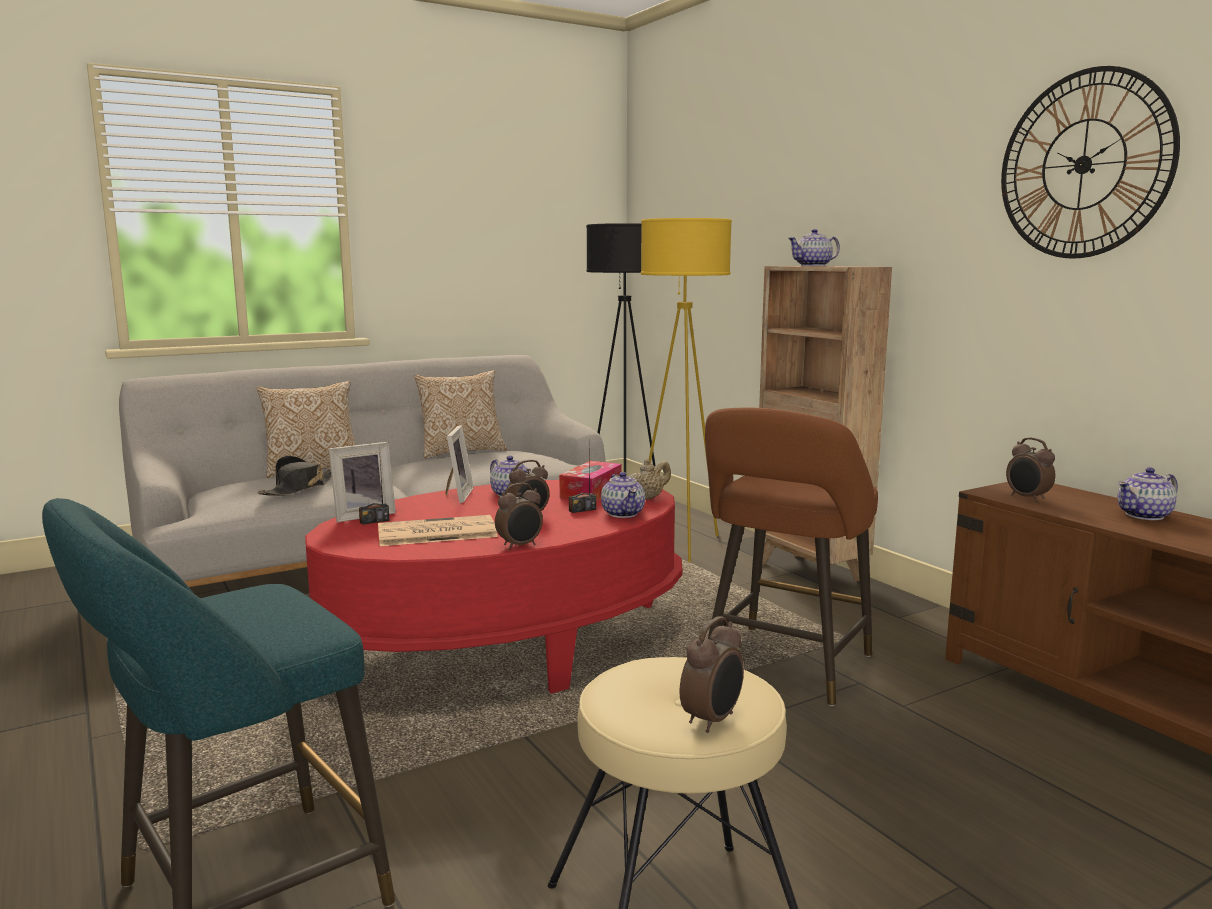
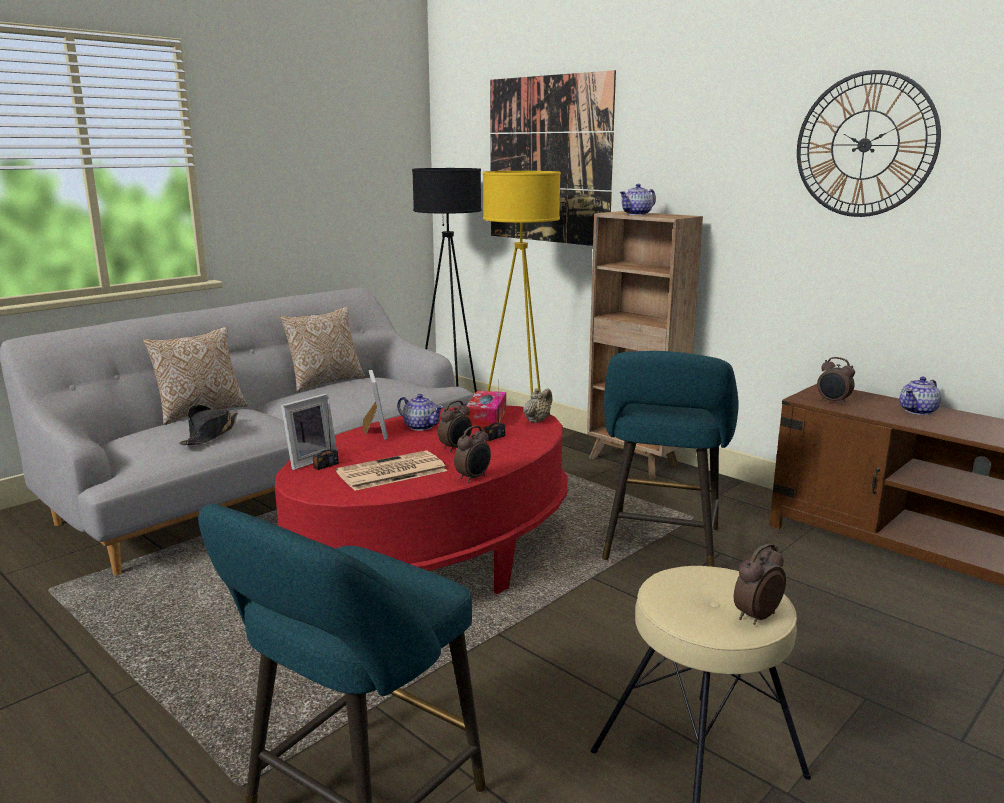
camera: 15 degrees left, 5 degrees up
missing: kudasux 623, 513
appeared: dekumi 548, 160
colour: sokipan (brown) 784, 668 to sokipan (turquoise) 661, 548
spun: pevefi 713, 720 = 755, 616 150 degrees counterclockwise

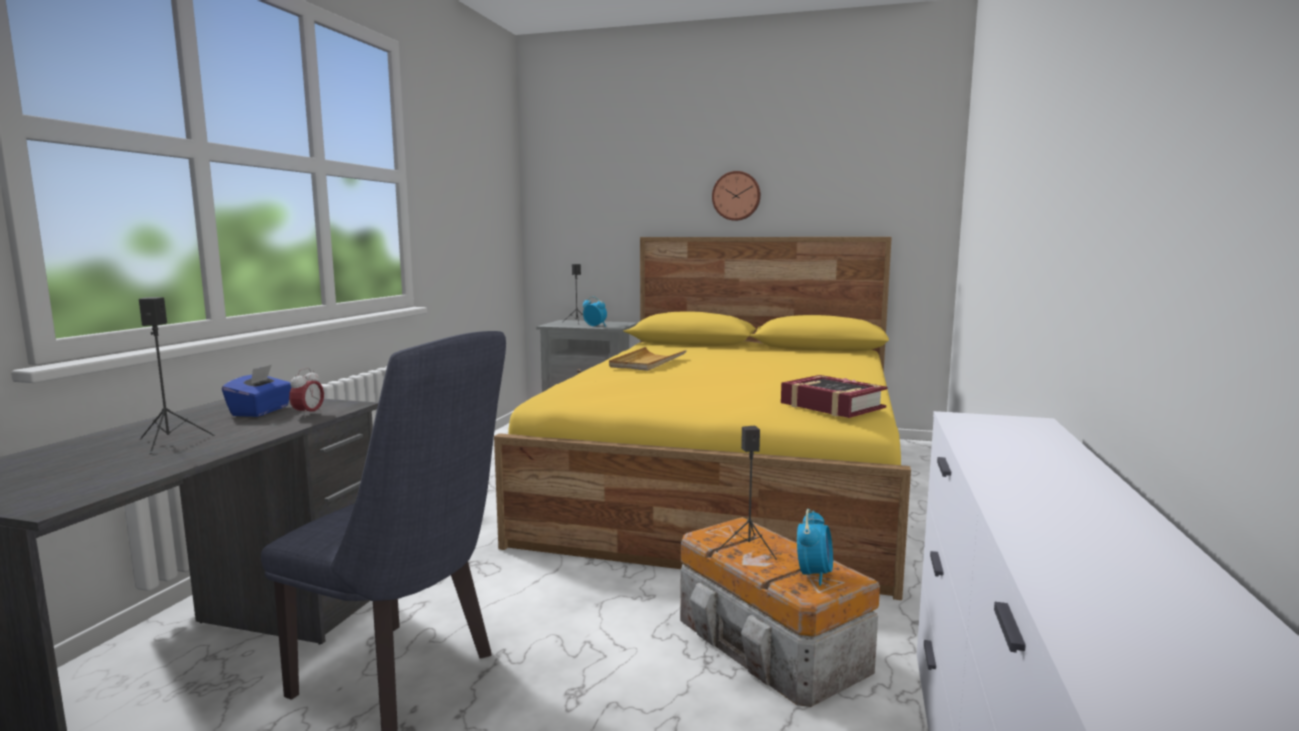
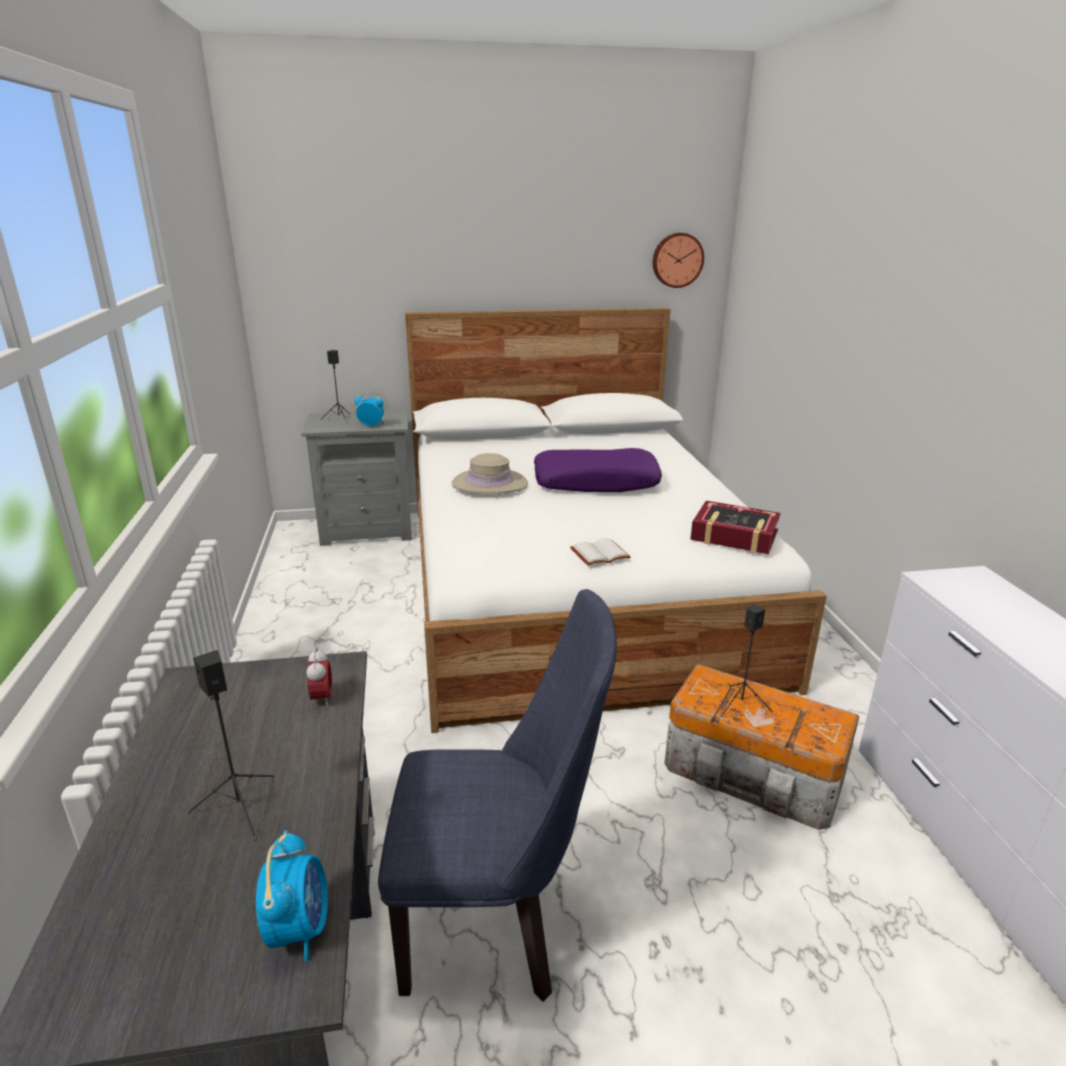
camera: 25 degrees left, 15 degrees up
missing: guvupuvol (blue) 261, 411
appeared: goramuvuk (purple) 596, 482; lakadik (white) 600, 553
relocated: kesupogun 736, 196 to 677, 260; pevefi 814, 574 to 299, 929
exchanged: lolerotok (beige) 647, 362 to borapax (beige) 489, 484
colour: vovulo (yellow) 731, 482 to vovulo (white) 572, 585

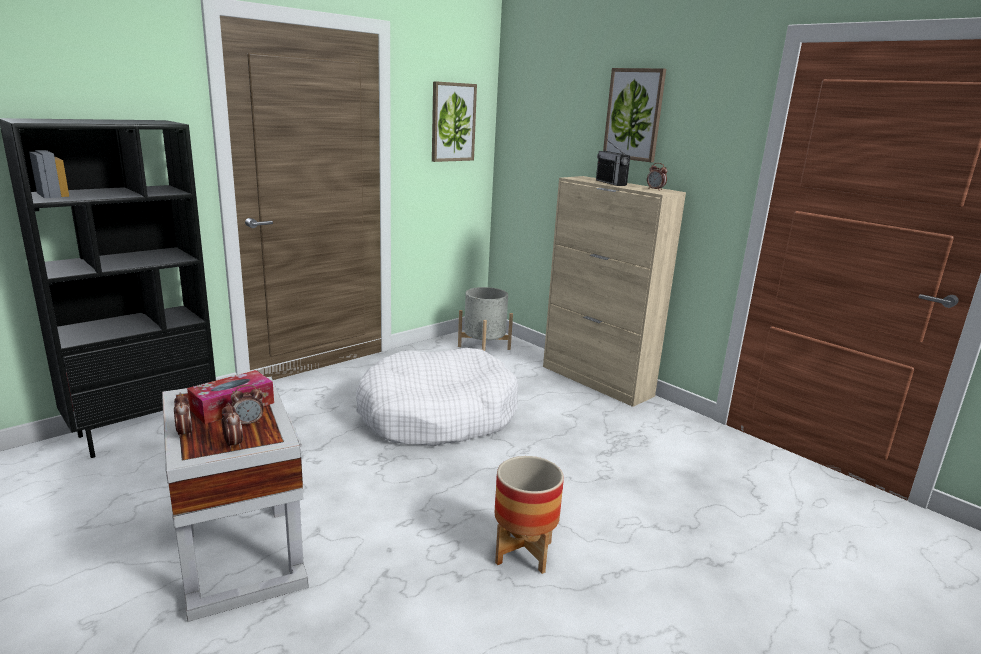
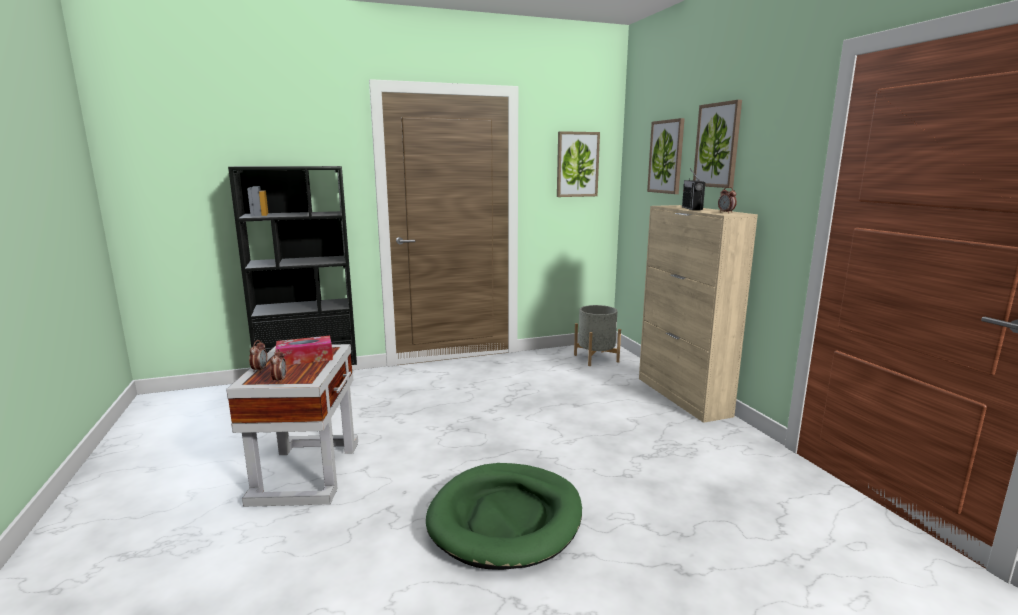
camera: 25 degrees right, 5 degrees down
missing: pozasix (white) 437, 415; pevefi 249, 423
appeared: dekumi 666, 157
exchanged: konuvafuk 523, 552 to pozasix (green) 506, 518

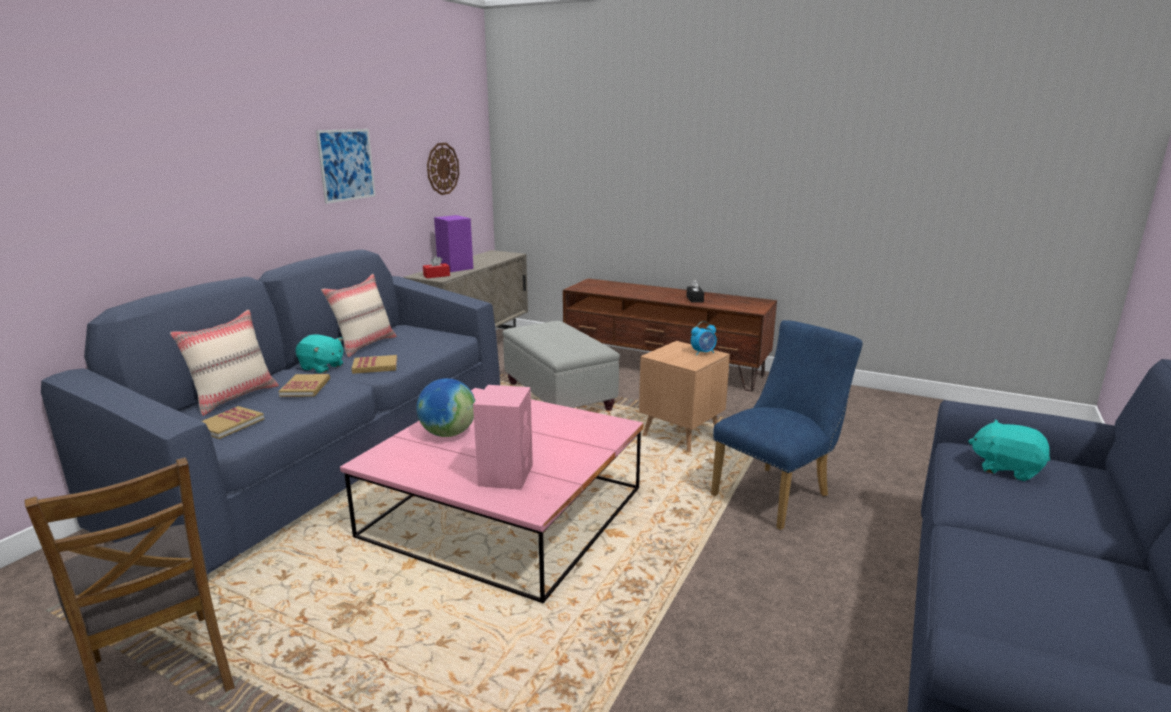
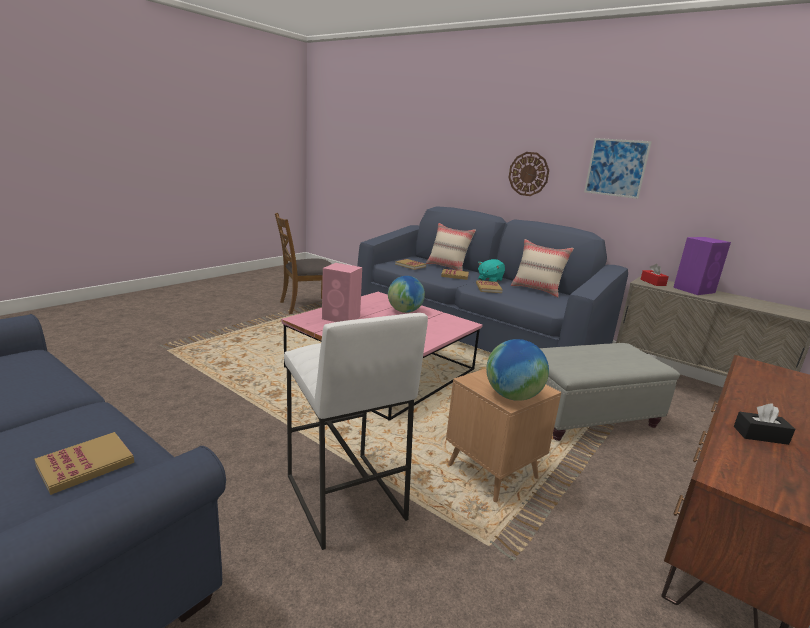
camera: 100 degrees right, 0 degrees up
relocated: kesupogun 442, 168 to 528, 174
exchanged: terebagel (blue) 777, 494 to sokipan (white) 343, 497; pevefi 703, 353 to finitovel 513, 396; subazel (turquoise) 1006, 468 to lakadik 86, 465

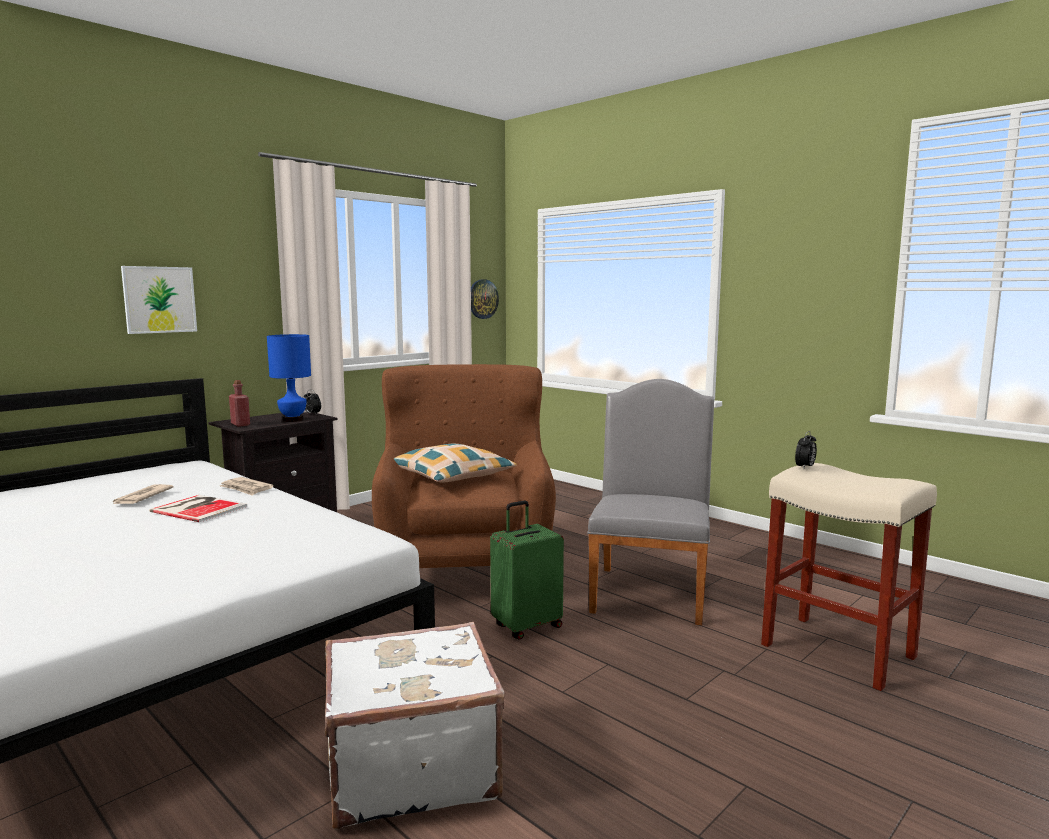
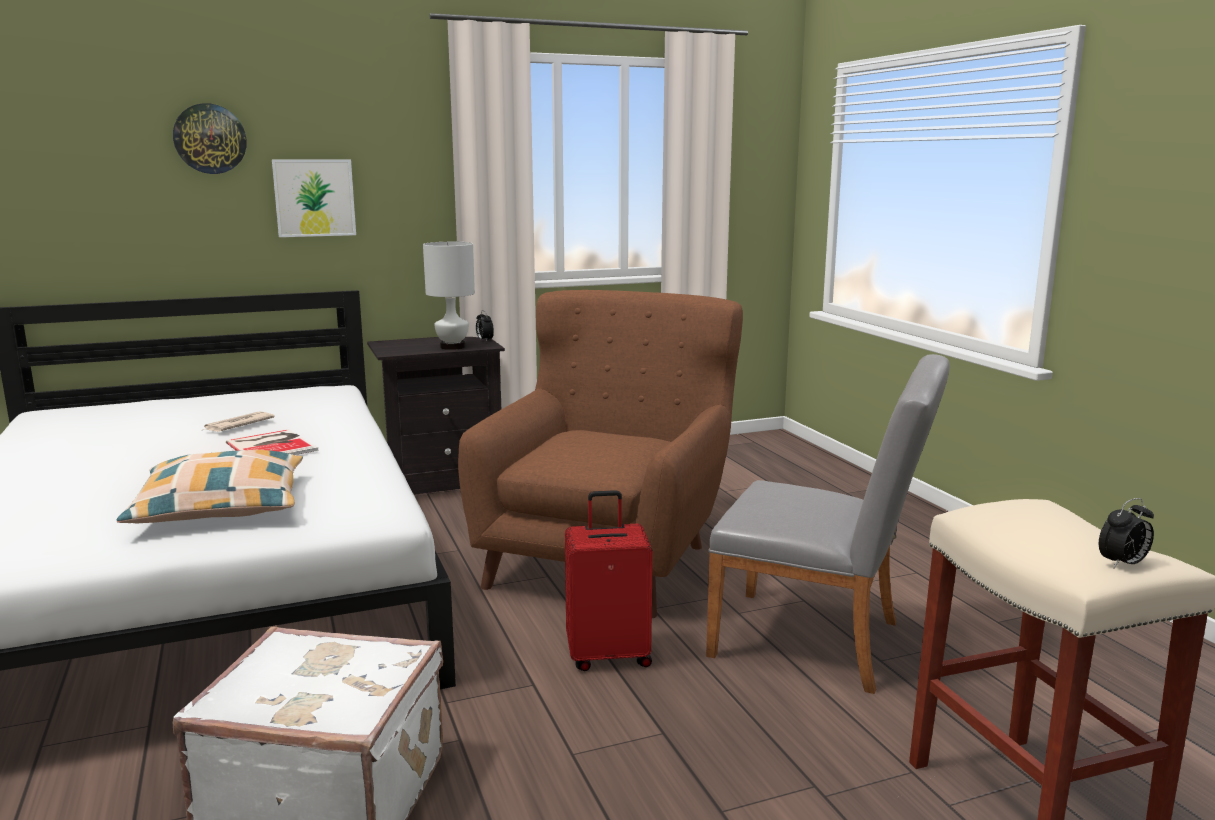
camera: 25 degrees right, 5 degrees up
missing: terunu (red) 240, 424; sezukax 246, 488
relocated: kesupogun 482, 299 to 210, 139; pevefi 805, 467 to 1122, 564; goramuvuk 451, 476 to 221, 506
colour: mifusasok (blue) 293, 420 to mifusasok (white) 453, 347; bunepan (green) 526, 626 to bunepan (red) 608, 655
spun: terebagel (grey) 650, 590 = 819, 642 75 degrees clockwise

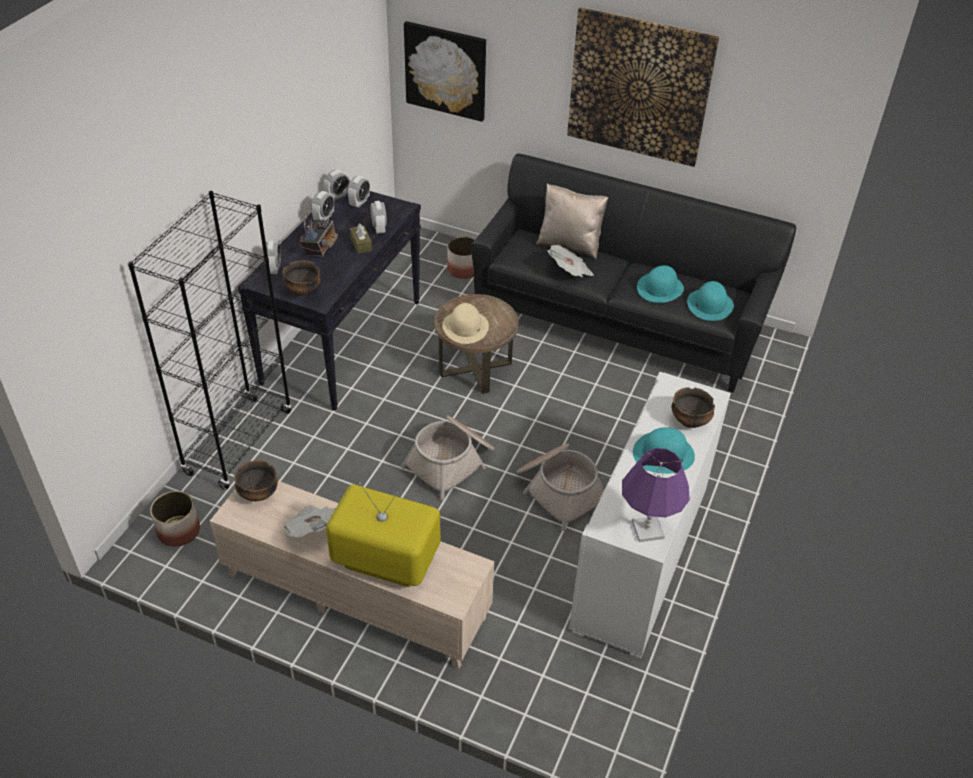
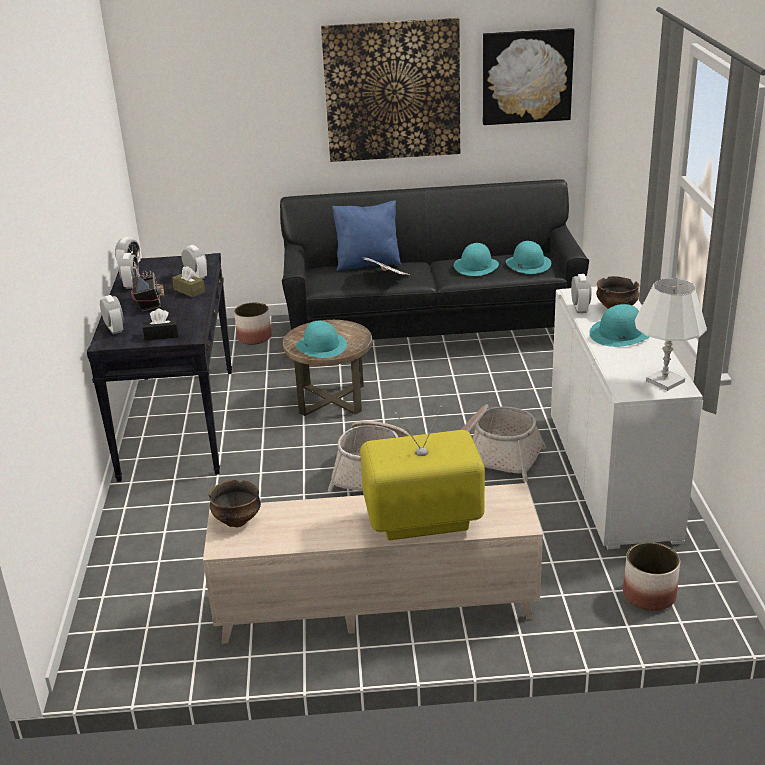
camera: 25 degrees left, 15 degrees down
missing: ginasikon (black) 239, 442; sezukax 311, 529
relocated: dekumi 446, 70 to 526, 76; pevefi 359, 203 to 580, 309; konuvafuk 178, 531 to 649, 595
exchanged: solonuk 302, 290 to guvupuvol (black) 162, 335
colour: goramuvuk (beige) 569, 245 to goramuvuk (blue) 367, 263; borapax (beige) 465, 327 to borapax (turquoise) 321, 346; mifusasok (purple) 647, 529 to mifusasok (white) 664, 381

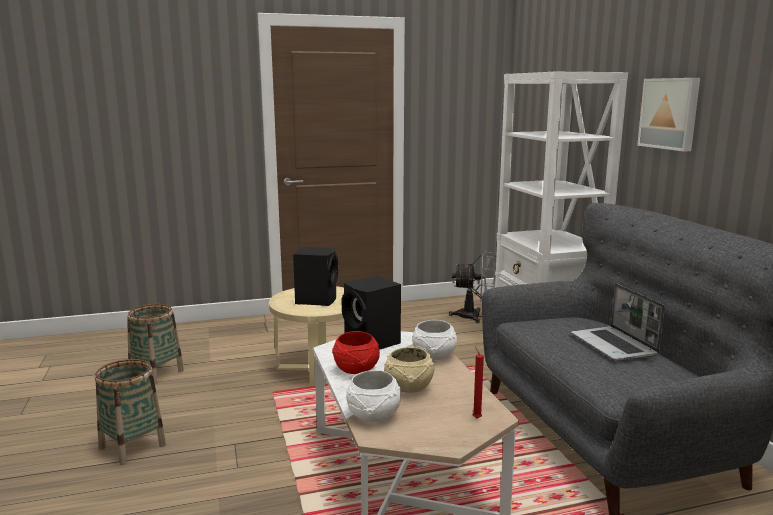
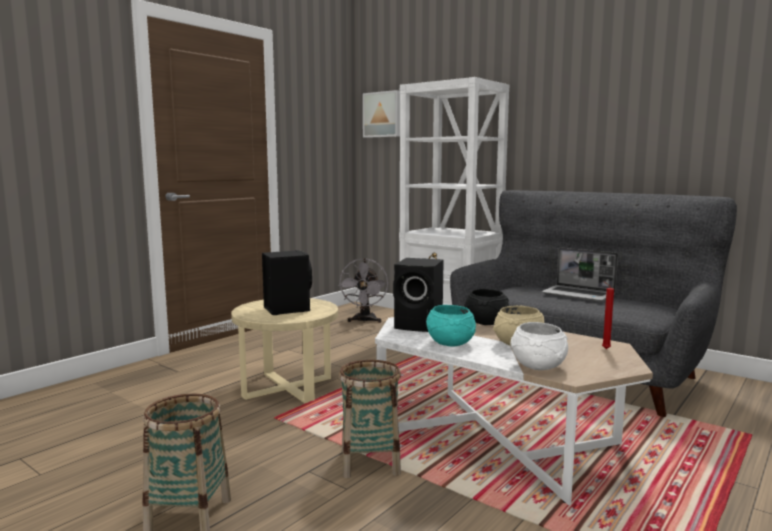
camera: 35 degrees left, 5 degrees down
relocated: dekumi 670, 113 to 382, 114; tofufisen 156, 373 to 370, 462
colour: solonuk (white) 434, 356 to solonuk (black) 486, 322; solonuk (red) 356, 369 to solonuk (turquoise) 450, 343
spun: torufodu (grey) 475, 316 = 364, 321 120 degrees clockwise

